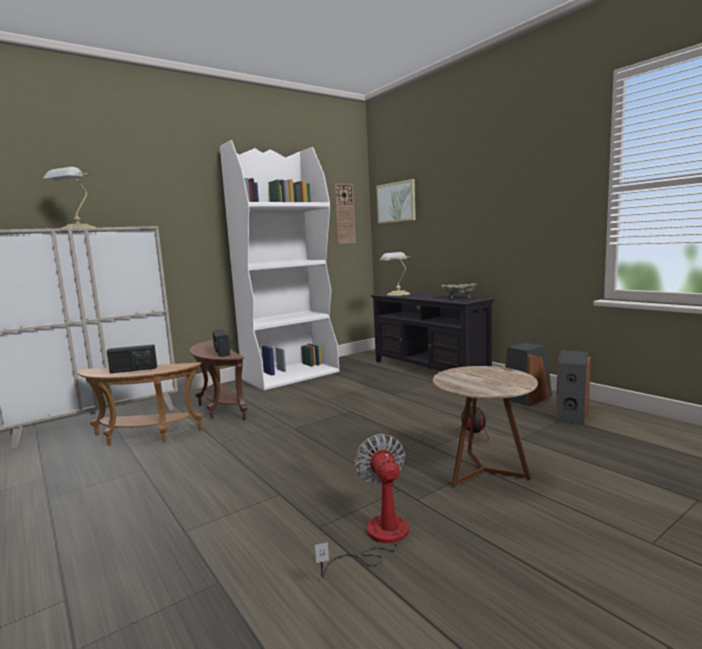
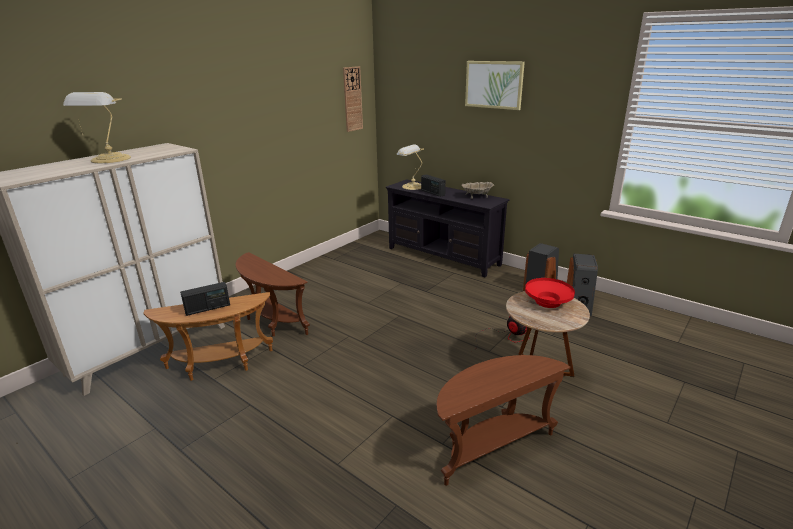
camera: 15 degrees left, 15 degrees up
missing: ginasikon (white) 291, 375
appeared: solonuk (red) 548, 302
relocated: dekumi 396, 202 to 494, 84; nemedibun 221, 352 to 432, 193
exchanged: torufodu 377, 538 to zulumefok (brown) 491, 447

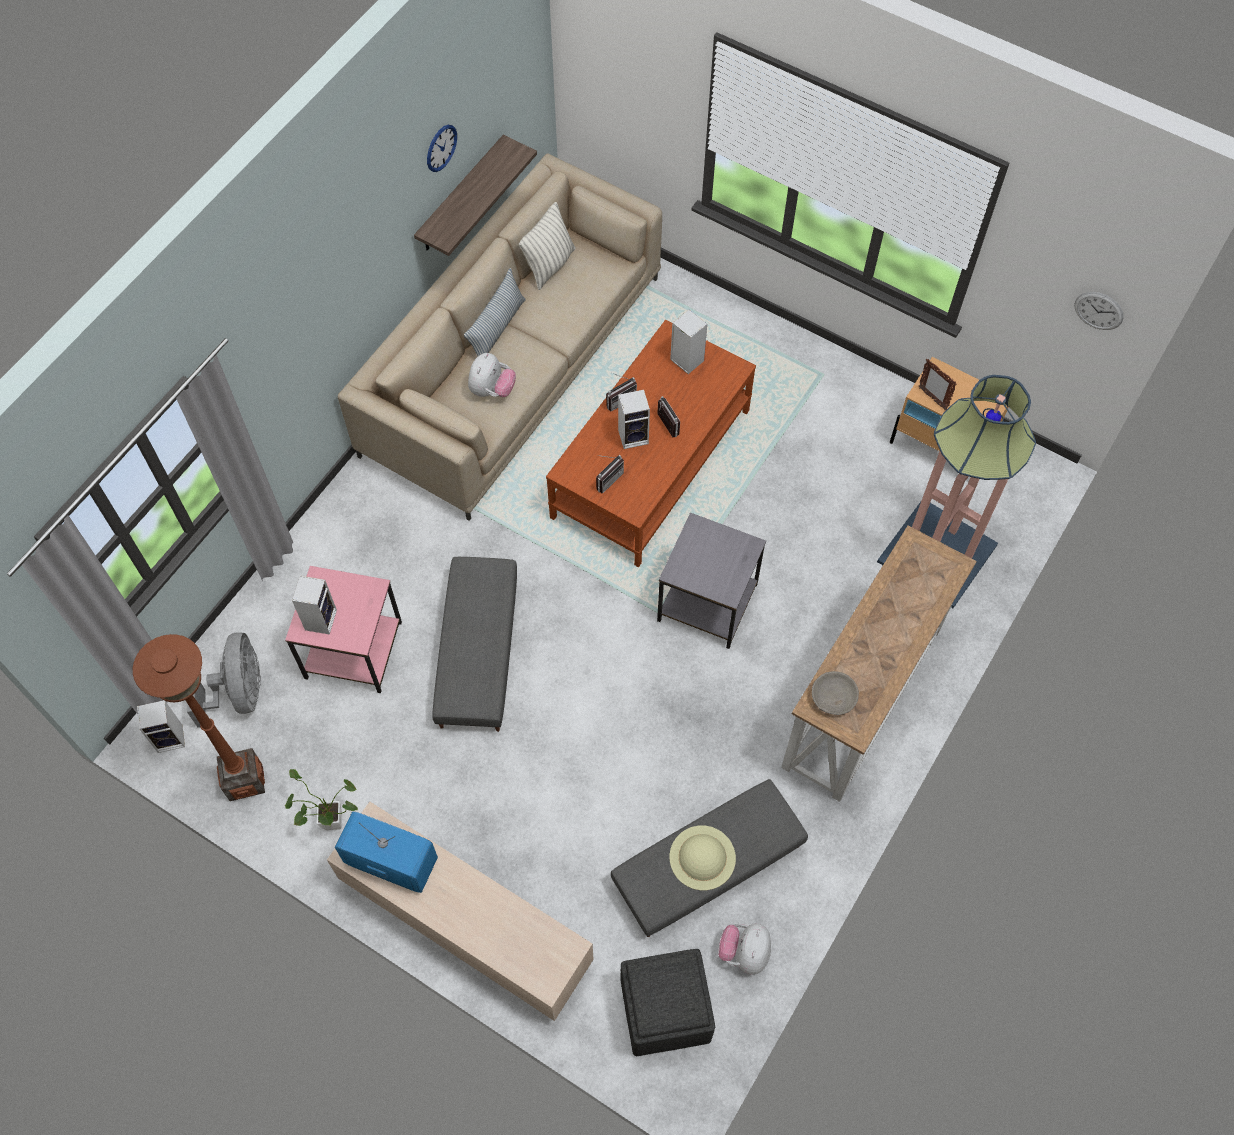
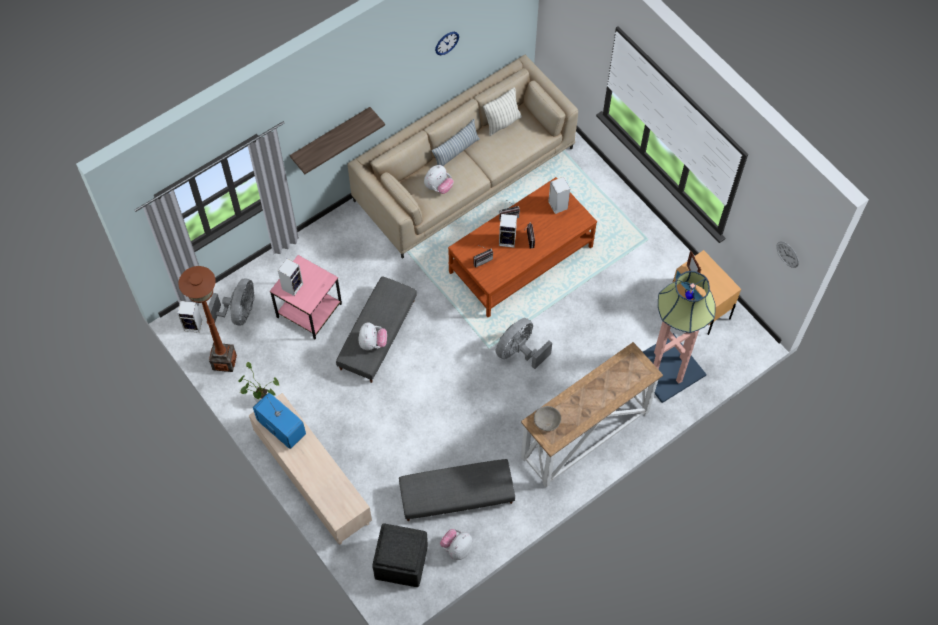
camera: 20 degrees right, 0 degrees up
missing: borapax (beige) 702, 857
appeared: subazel 372, 343
relocated: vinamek 461, 196 to 331, 137
exchanged: zulumefok (grey) 708, 603 to torufodu (grey) 519, 352

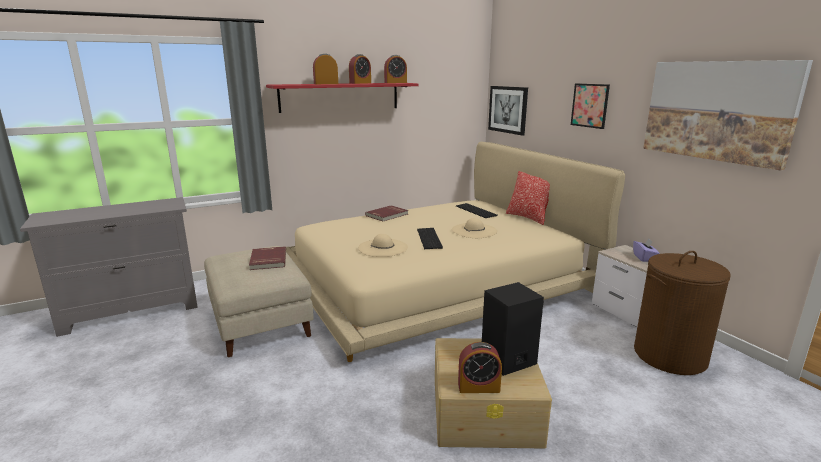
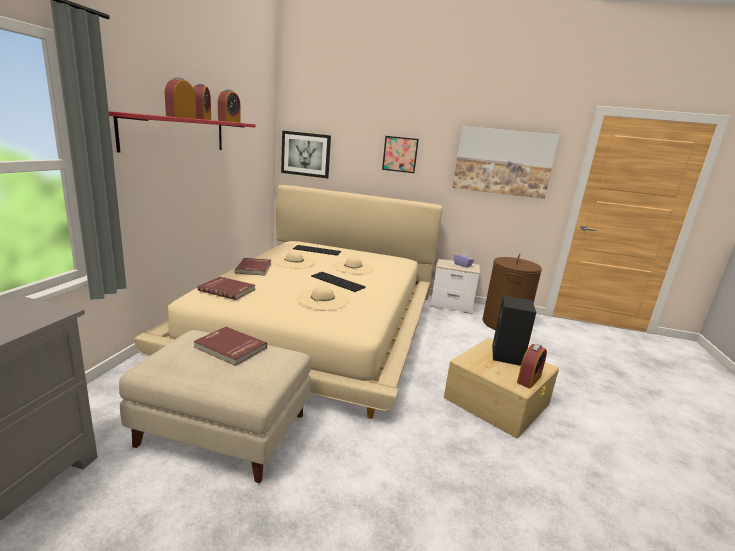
camera: 50 degrees left, 0 degrees up
missing: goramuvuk 528, 218
appeared: borapax (beige) 294, 262; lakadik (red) 227, 290

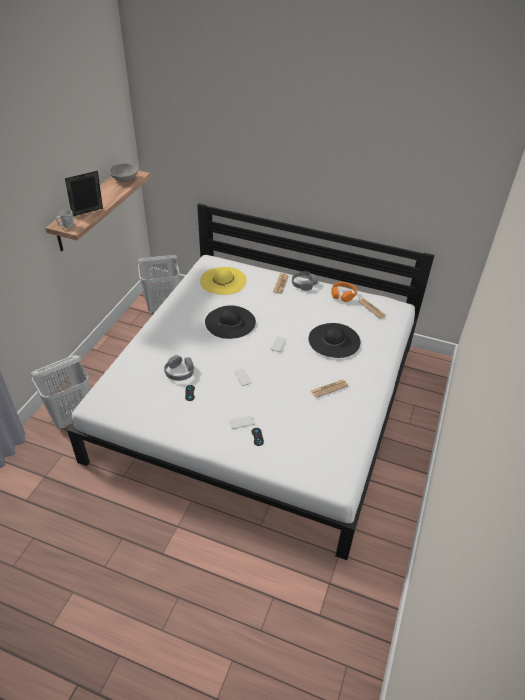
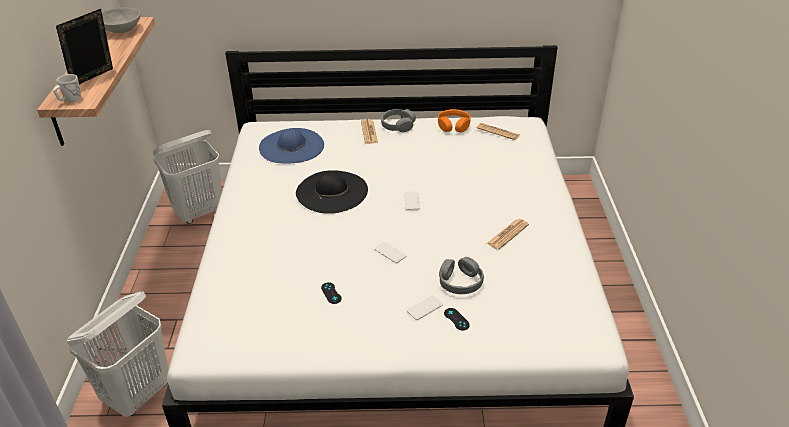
camera: 20 degrees left, 5 degrees down
missing: borapax (black) 334, 340
relocated: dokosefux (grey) 179, 372 to 460, 282
colour: borapax (yellow) 223, 281 to borapax (blue) 291, 146

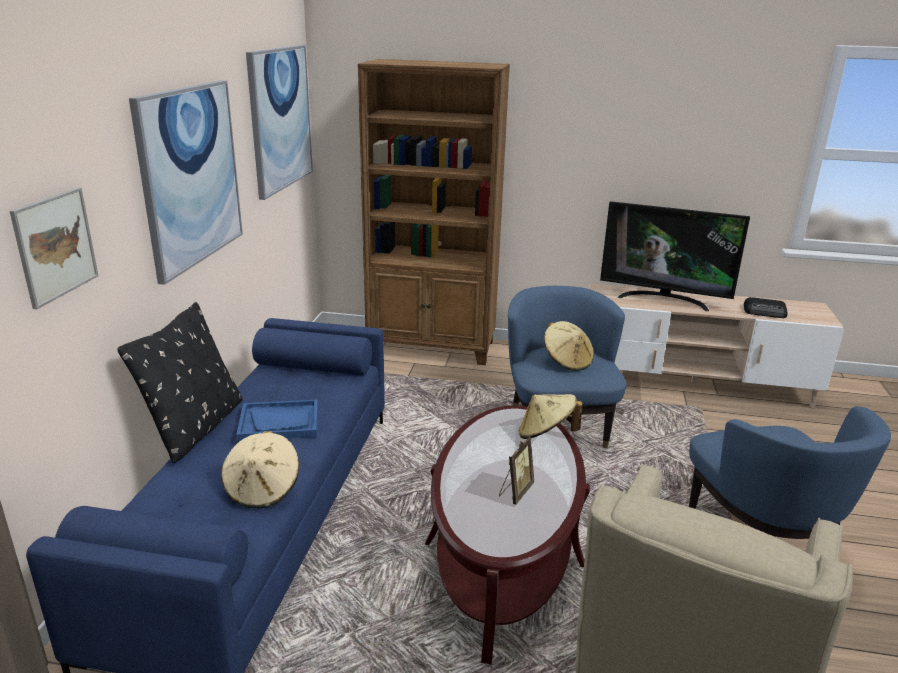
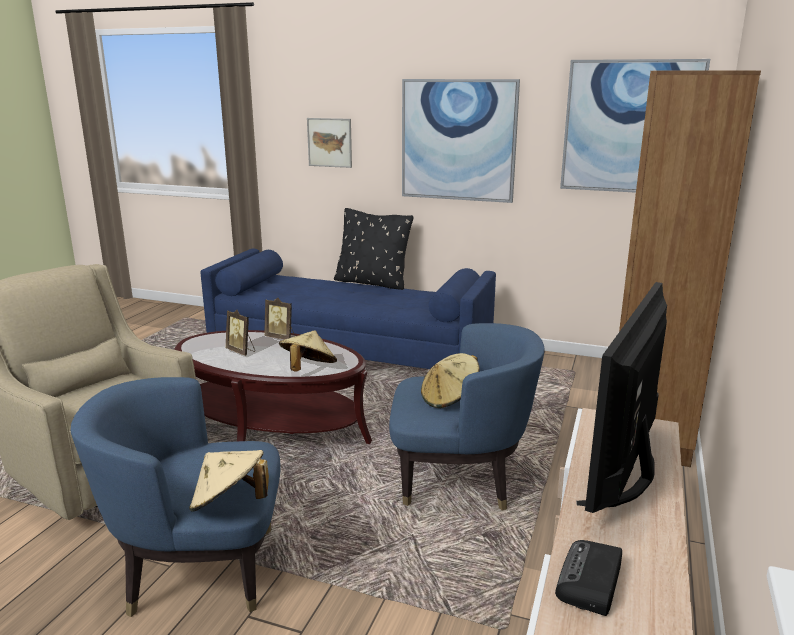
camera: 100 degrees right, 5 degrees down
missing: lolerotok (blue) 279, 422
appeared: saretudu 281, 337
relocated: borapax (beige) 263, 489 to 230, 503

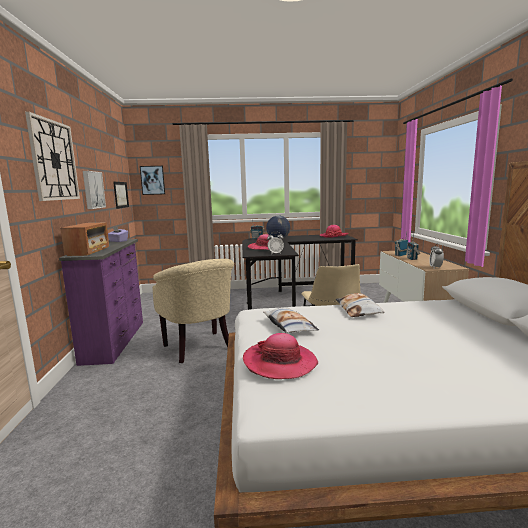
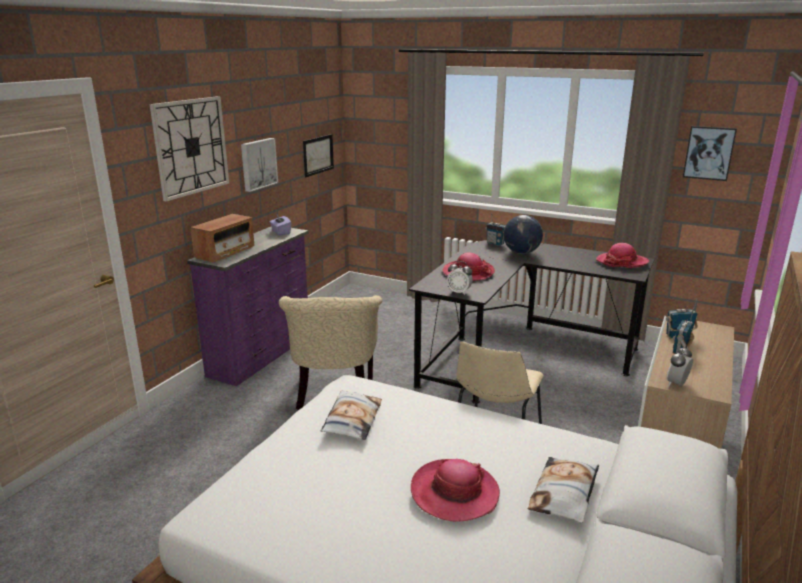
camera: 30 degrees right, 10 degrees up
relocated: dekumi 152, 180 to 709, 153; goramuvuk 358, 310 to 565, 494; borapax 280, 362 to 454, 493

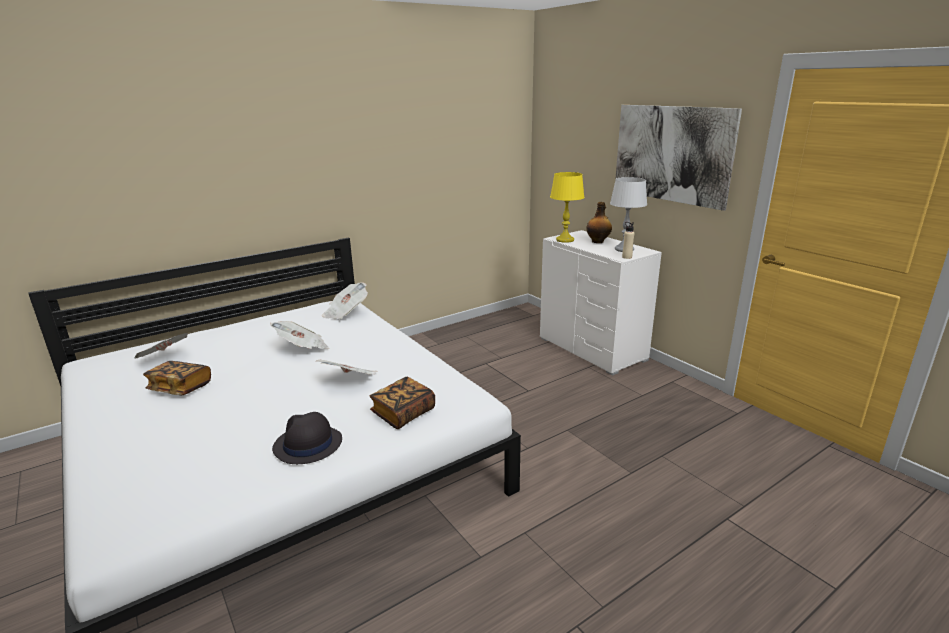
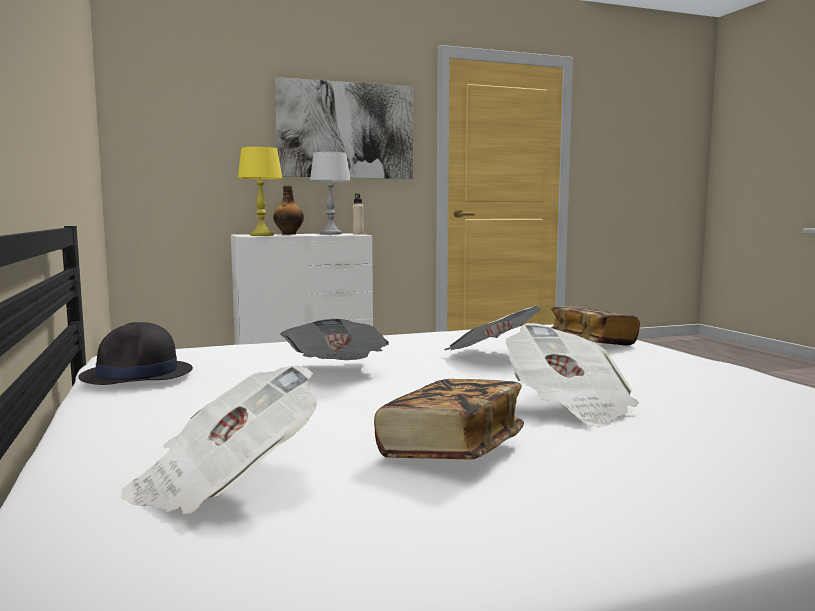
camera: 75 degrees left, 15 degrees down
relocated: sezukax 346, 313 to 569, 407; borapax (black) 307, 445 to 138, 375

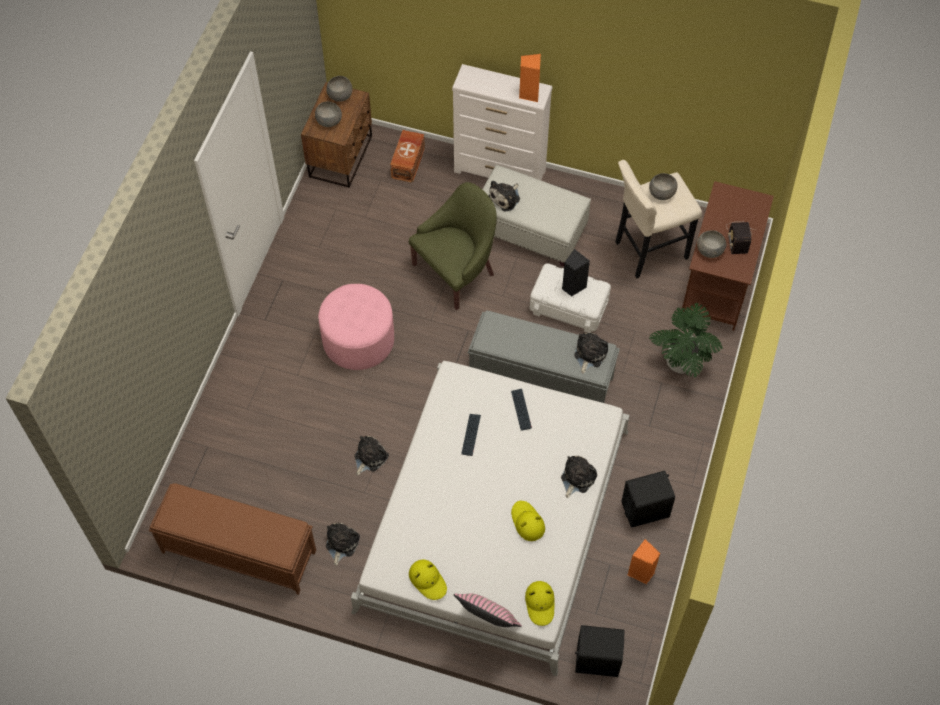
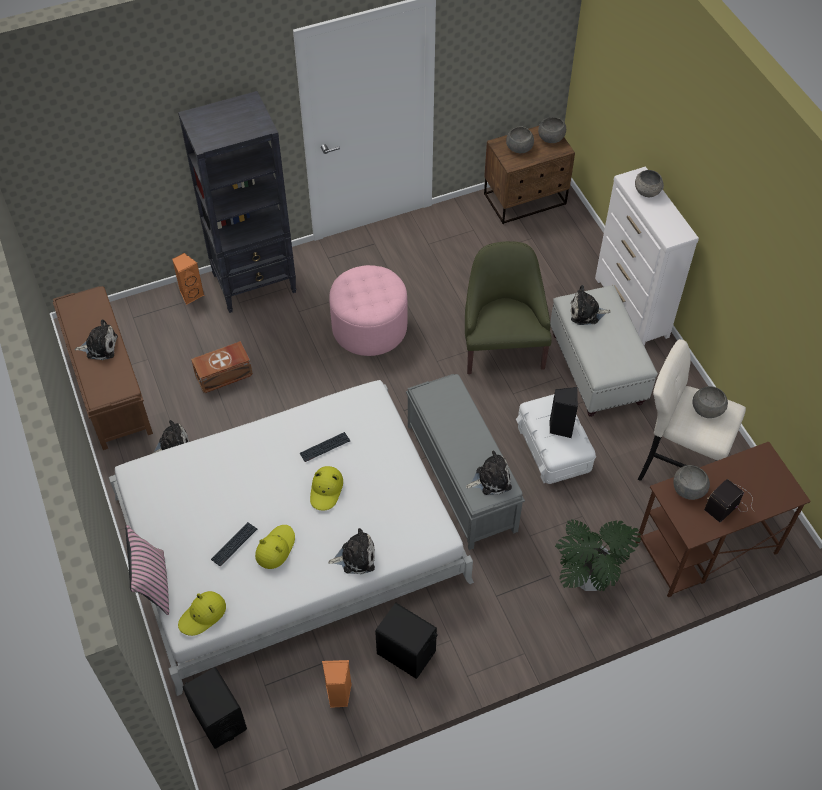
camera: 50 degrees right, 5 degrees down
appeared: ginasikon (black) 255, 283; solonuk (grey) 647, 191
relocated: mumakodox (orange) 529, 93 to 191, 294; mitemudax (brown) 408, 162 to 225, 375; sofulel 521, 409 to 234, 544; subazel 369, 457 to 99, 346; borapax (yellow) 428, 580 to 326, 490
spun: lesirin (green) 457, 271 = 502, 346 105 degrees counterclockwise

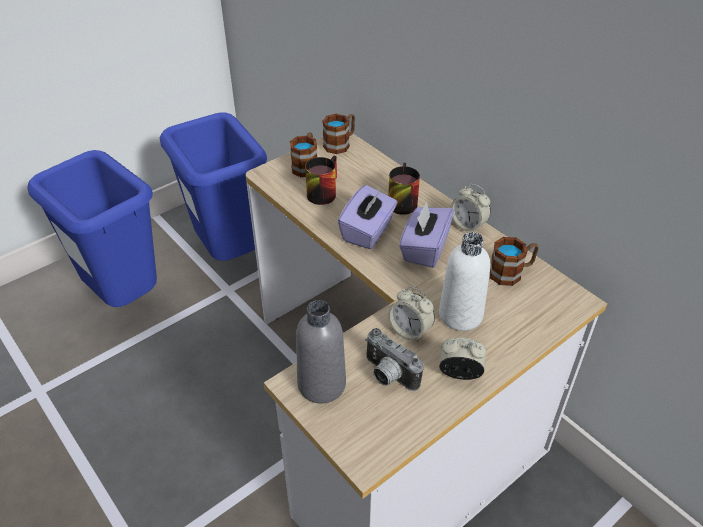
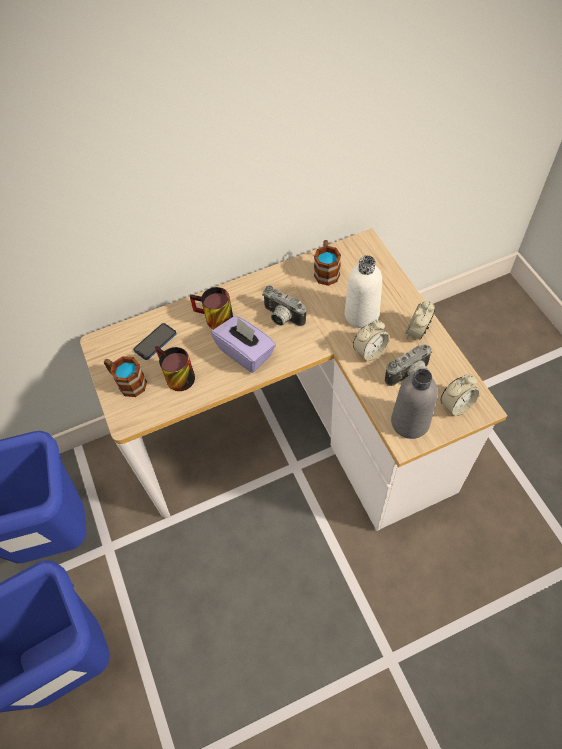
camera: 70 degrees left, 15 degrees up
missing: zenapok 340, 144
appeared: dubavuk 155, 342
relocated: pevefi 468, 225 to 456, 405
exchanged: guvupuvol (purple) 424, 249 to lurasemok 281, 318

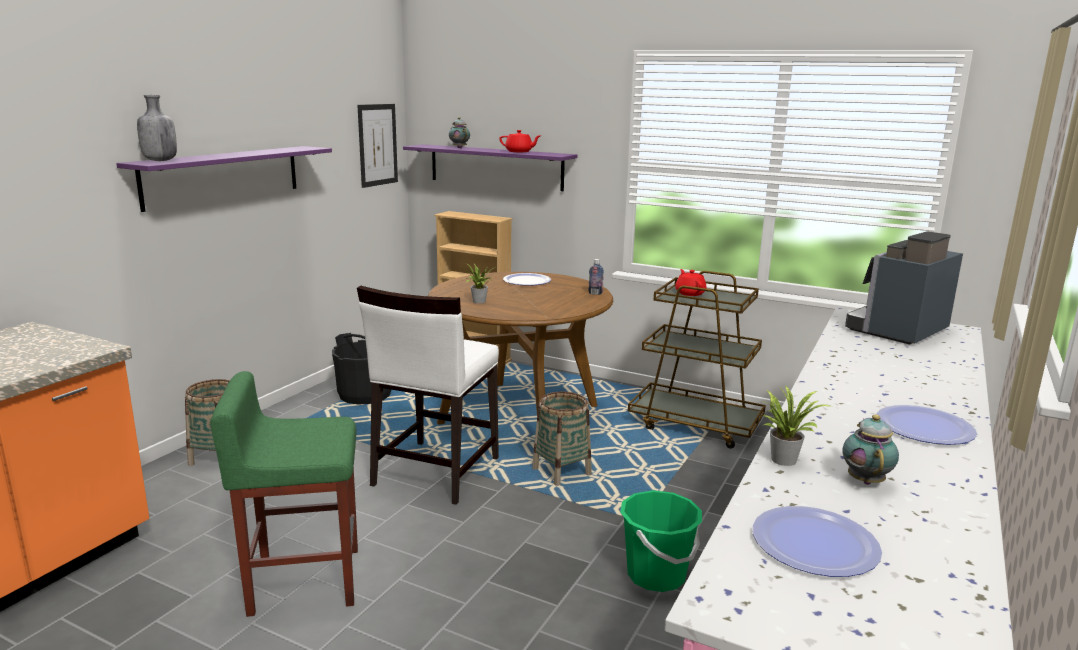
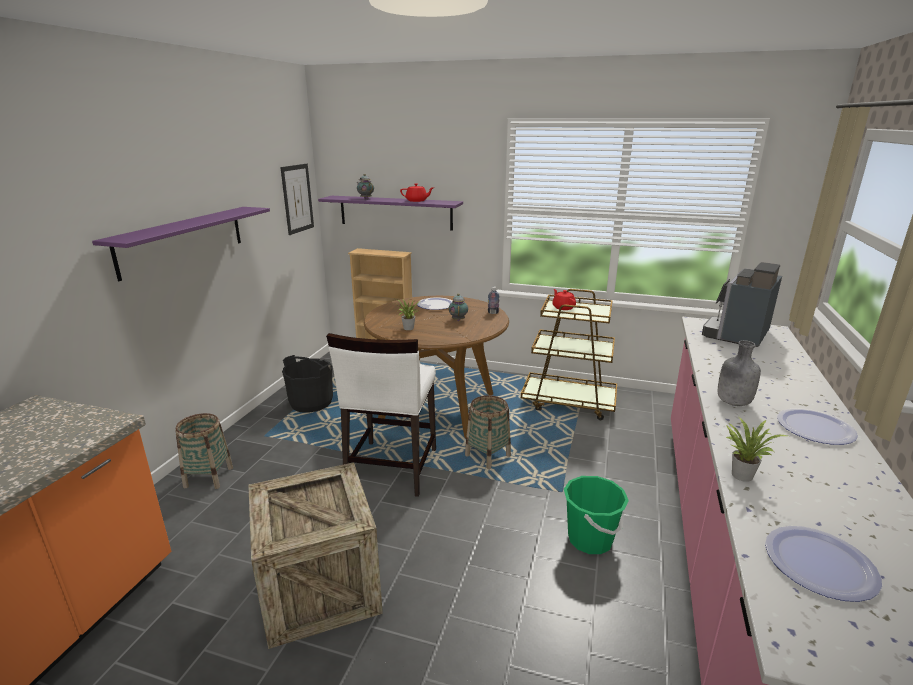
camera: 10 degrees left, 5 degrees up
relocated: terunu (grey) 159, 160 to 732, 402; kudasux 865, 480 to 458, 320
exchanged: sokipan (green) 303, 580 to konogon 319, 588

